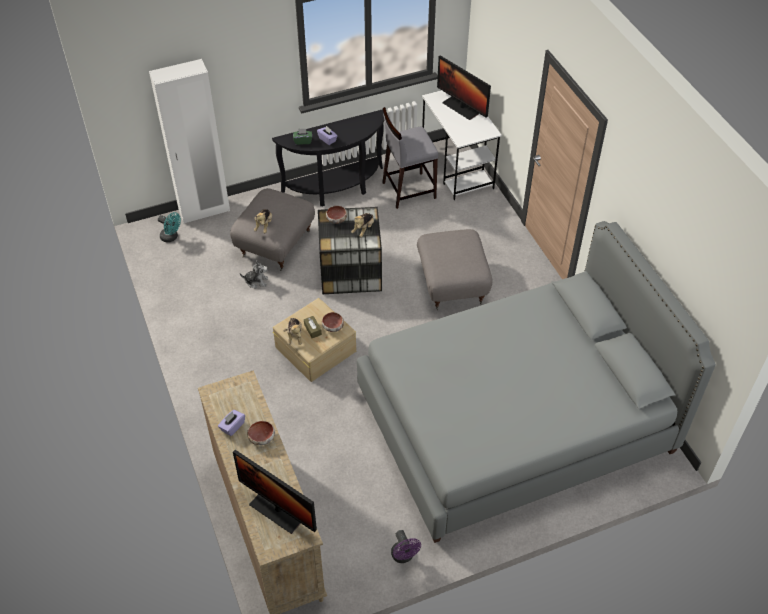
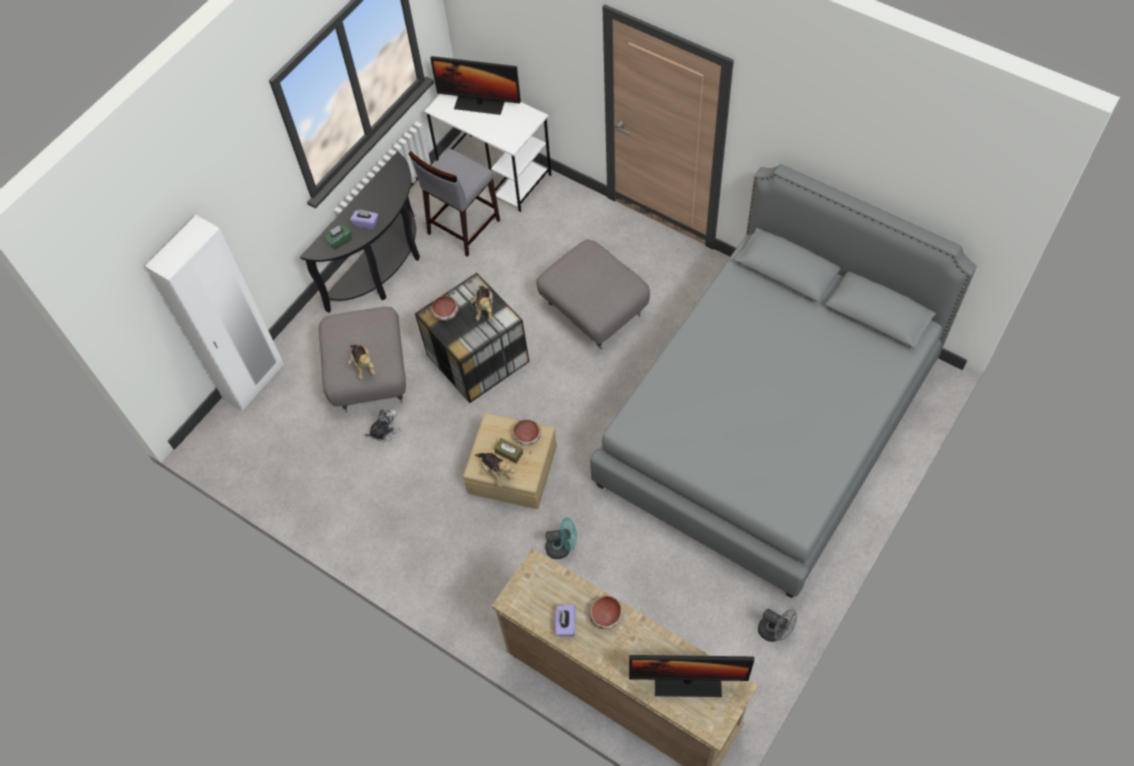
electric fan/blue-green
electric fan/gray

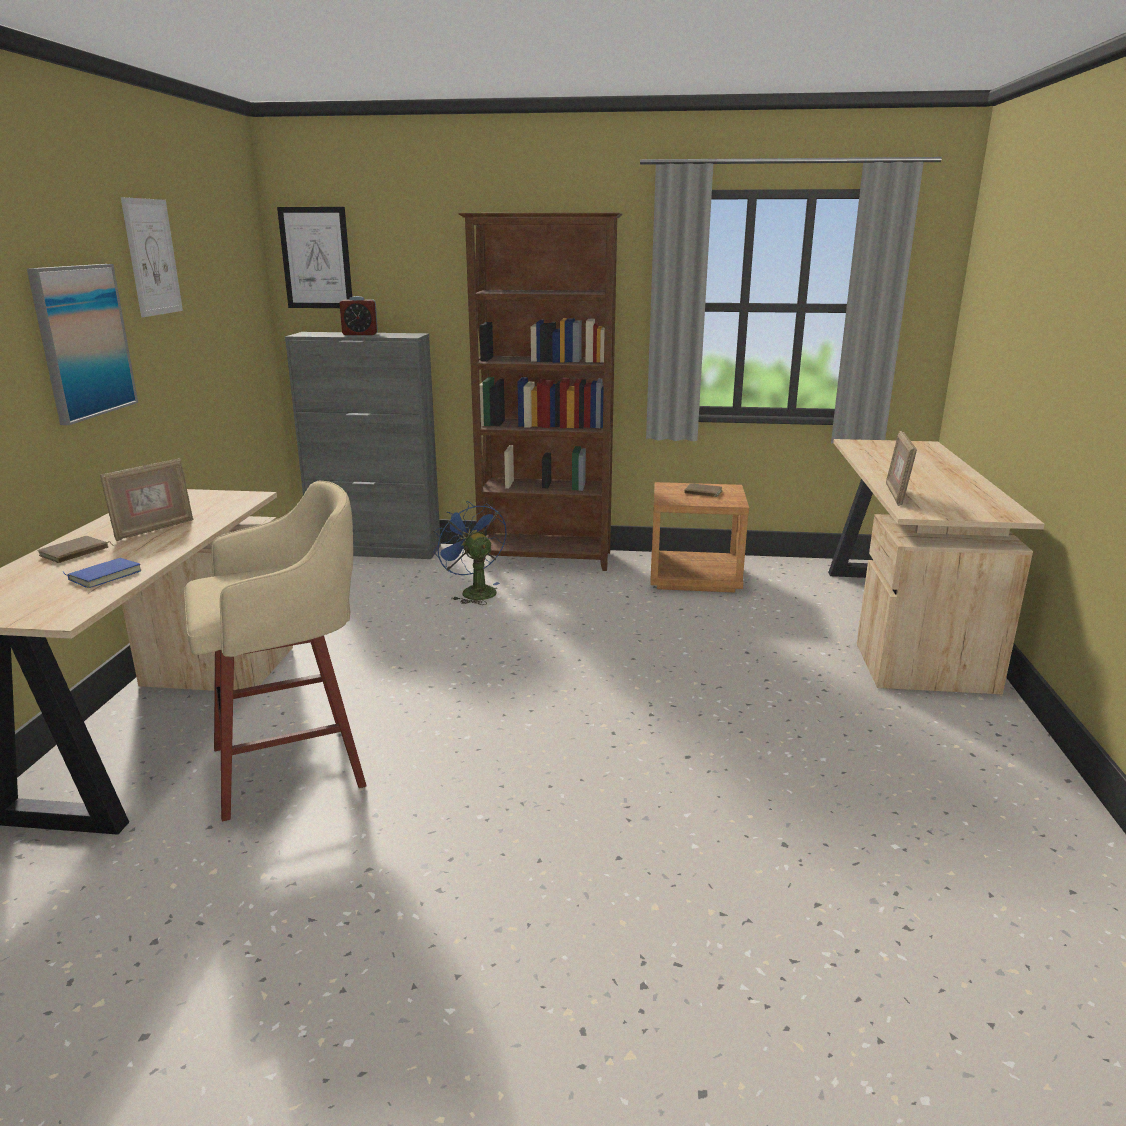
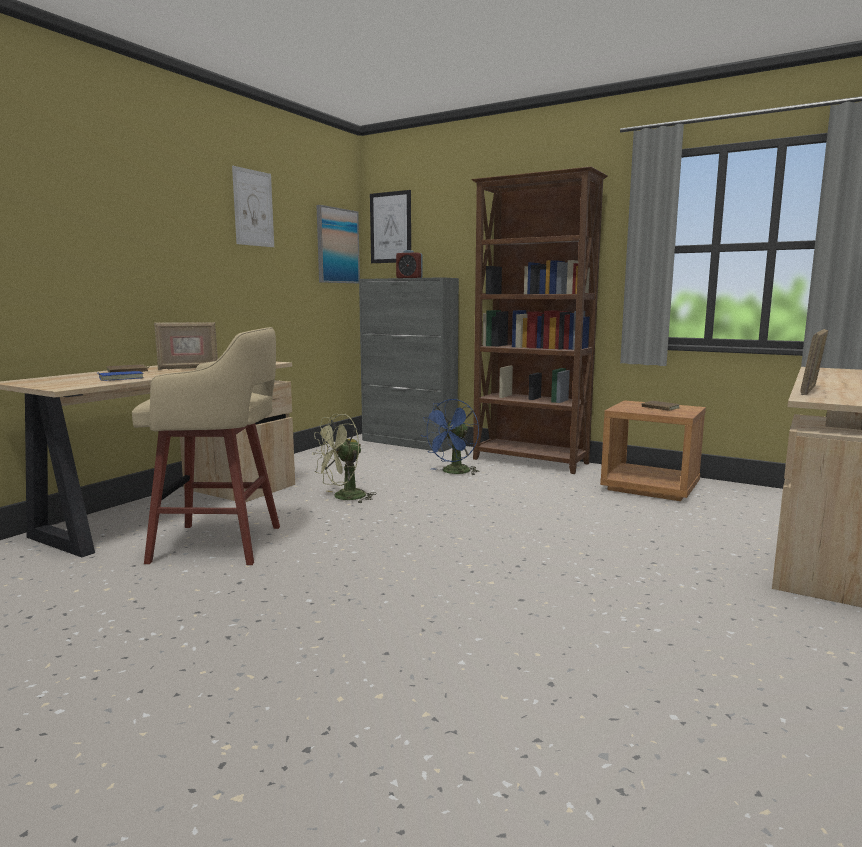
wall picture (no. 2 from left)
electric fan/blue
electric fan/greenish

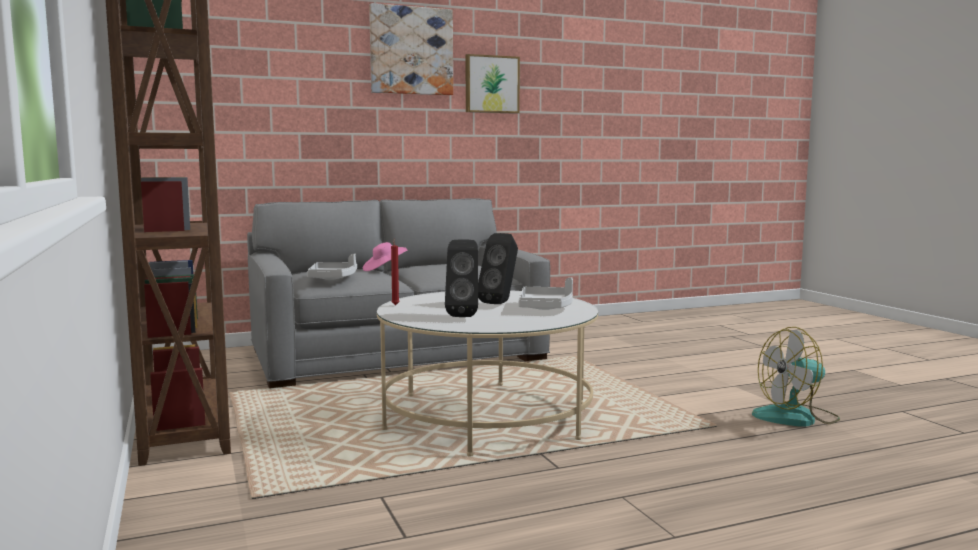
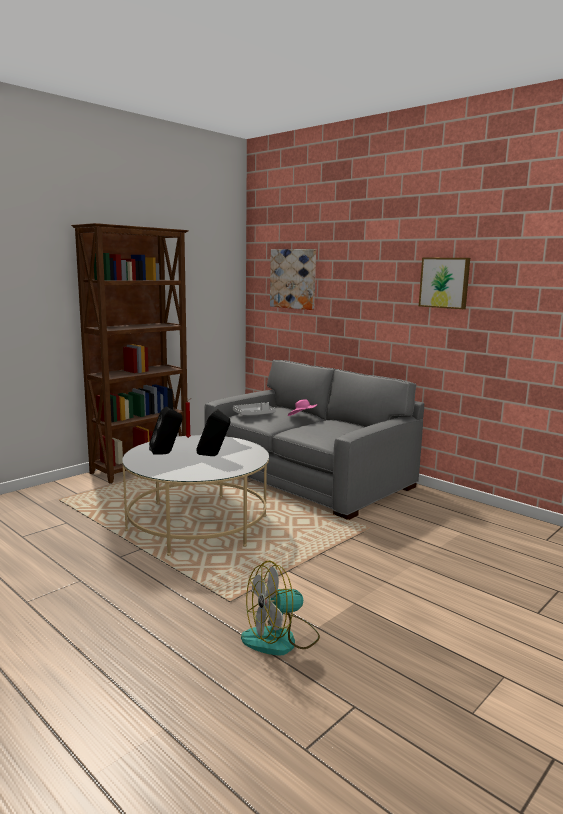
wall picture (no. 1 from left)
tray/gray (no. 2 from left in the first image)
electric fan

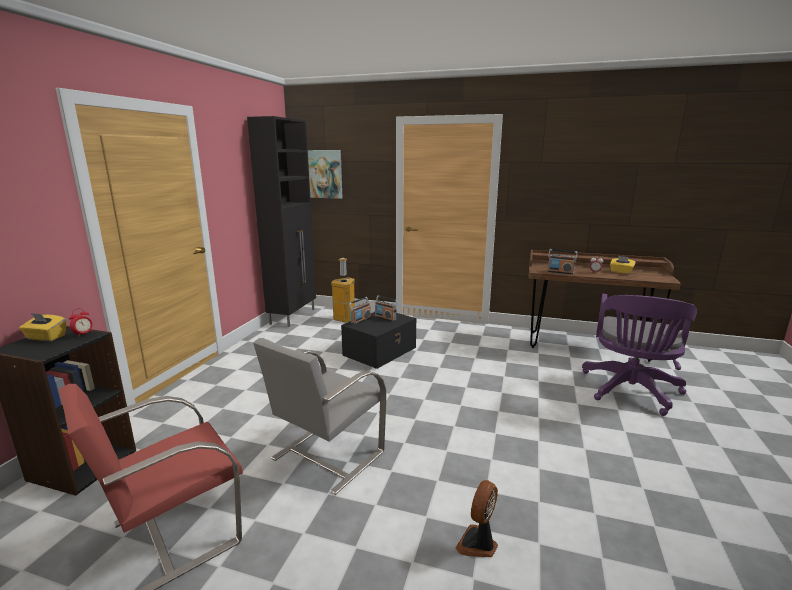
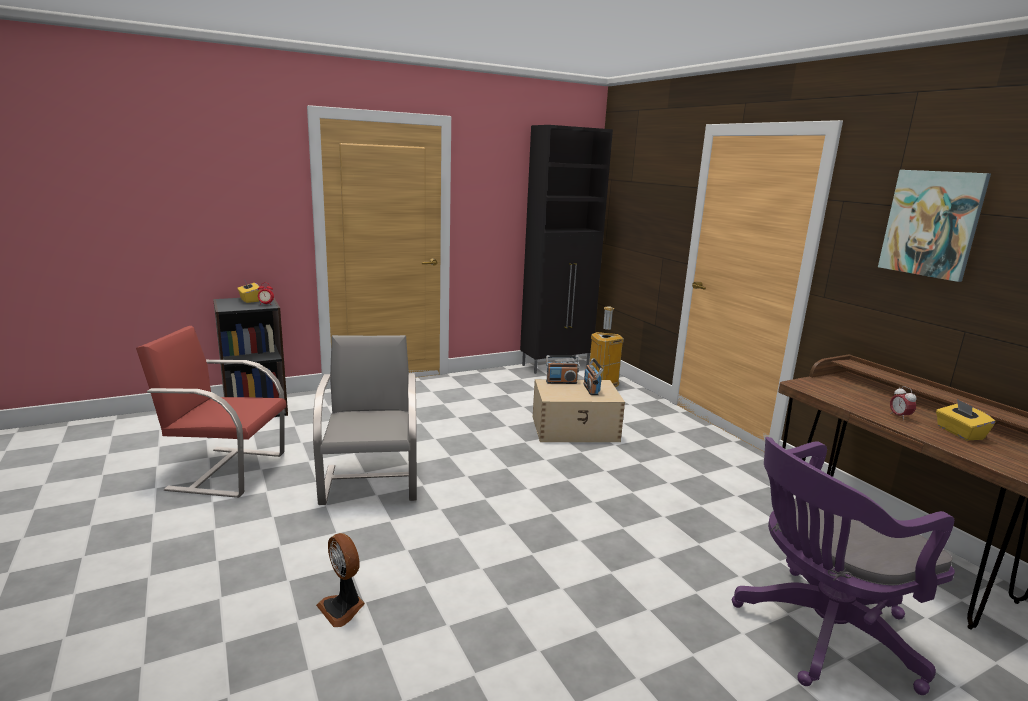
plain chair/gray
wall picture
storage bin/beige
electric fan
radio (no. 3 from left in the first image)

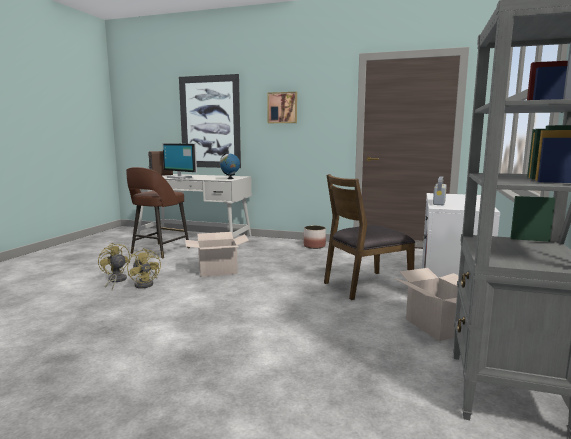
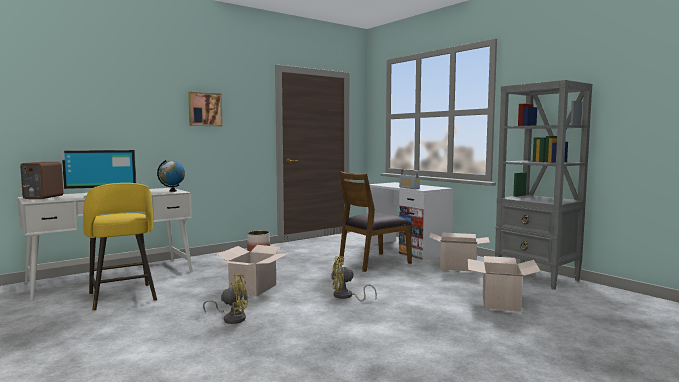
electric fan/yellowish (no. 2 from left)
sitting stool/yellowish
wall picture (no. 1 from left in the first image)
plain chair/brown
cardboard box (no. 3 from left)

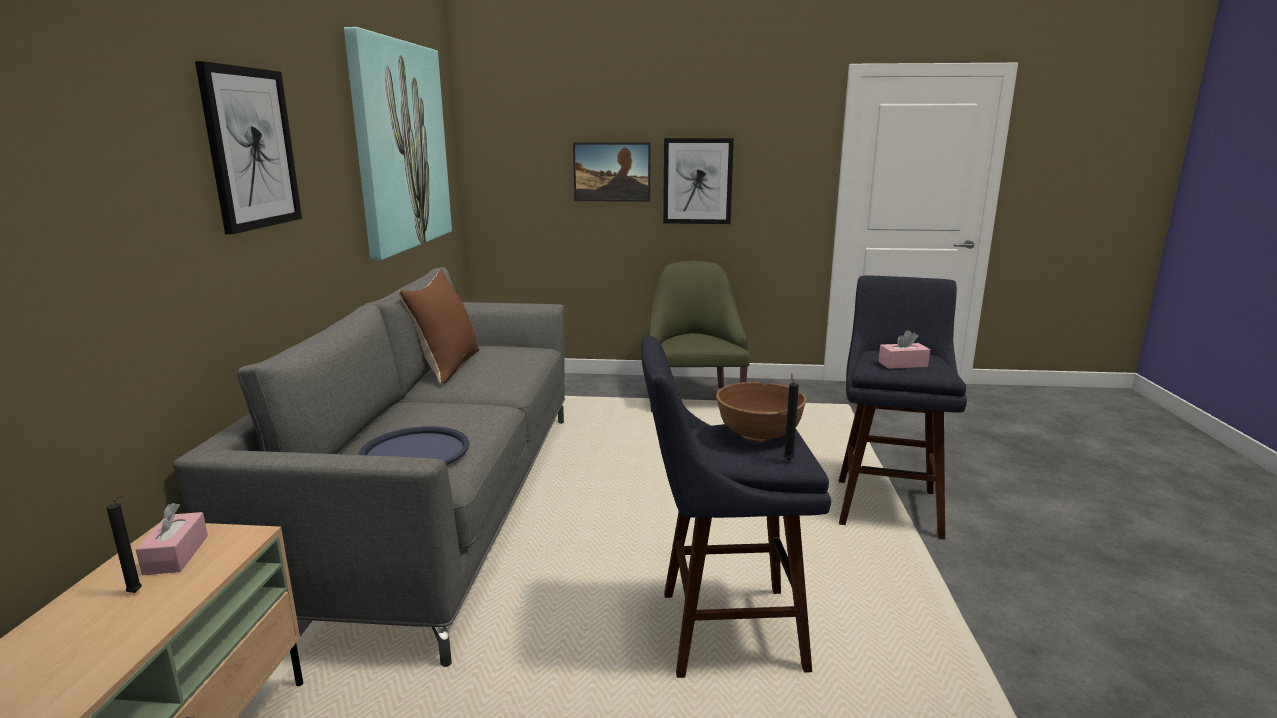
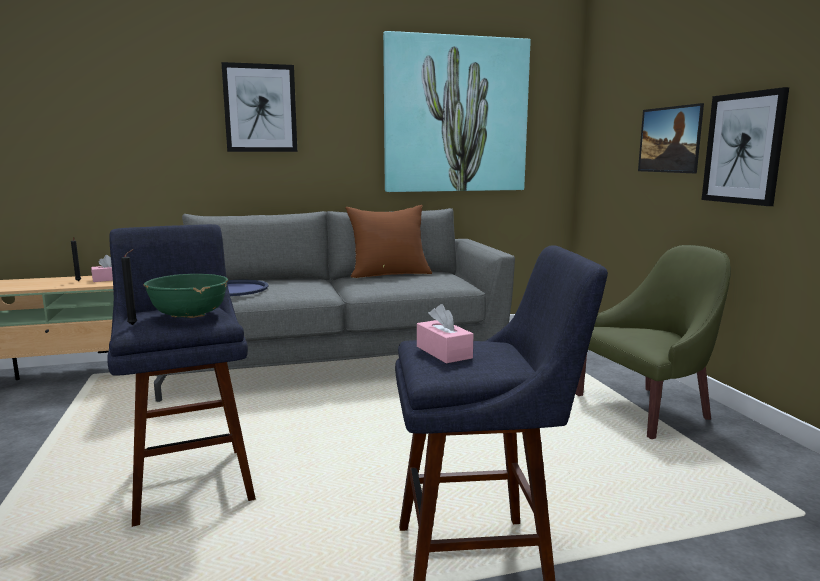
bowl/greenish

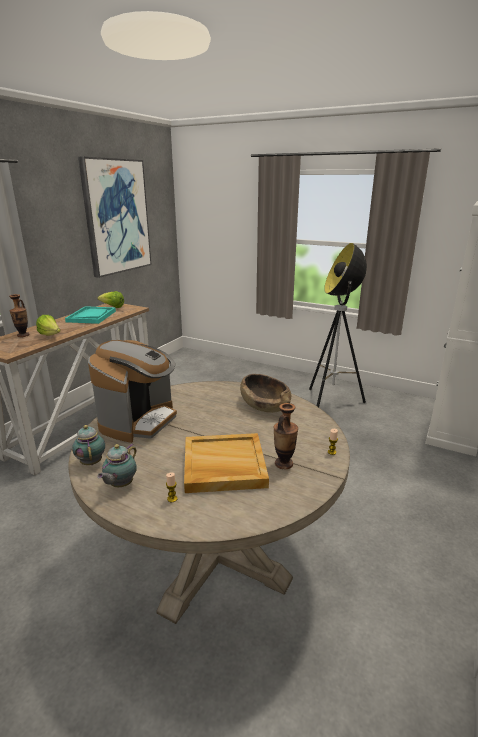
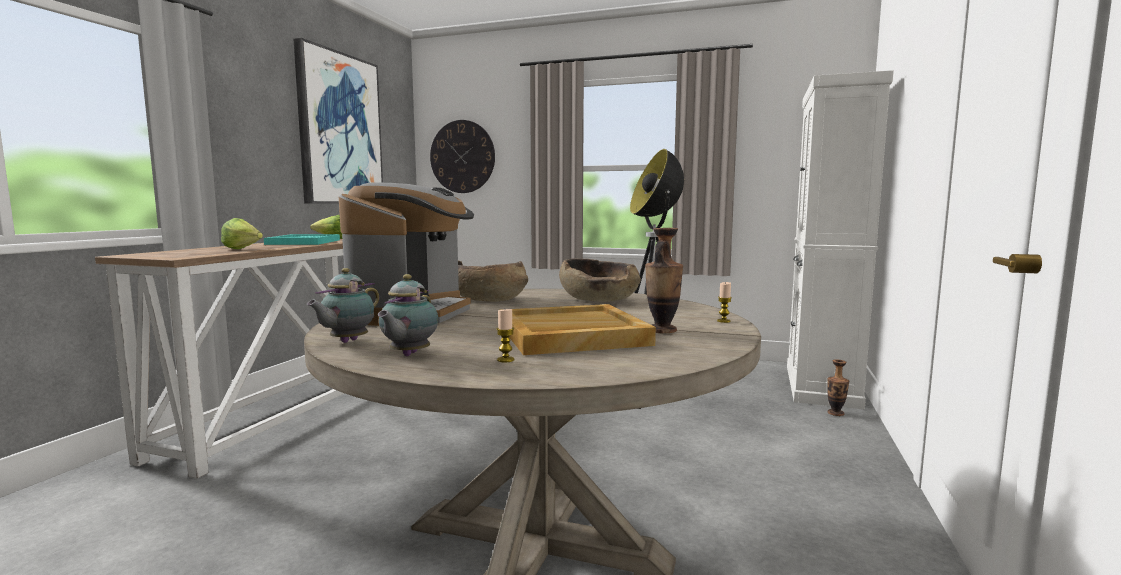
vase (no. 2 from left)
pot for tea (no. 1 from left)
wall clock
bowl/brown (no. 1 from left)

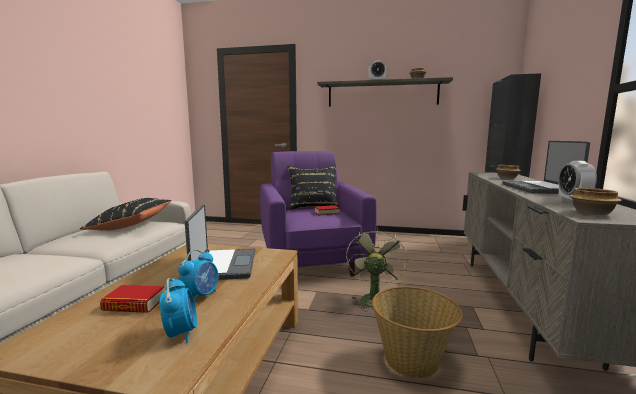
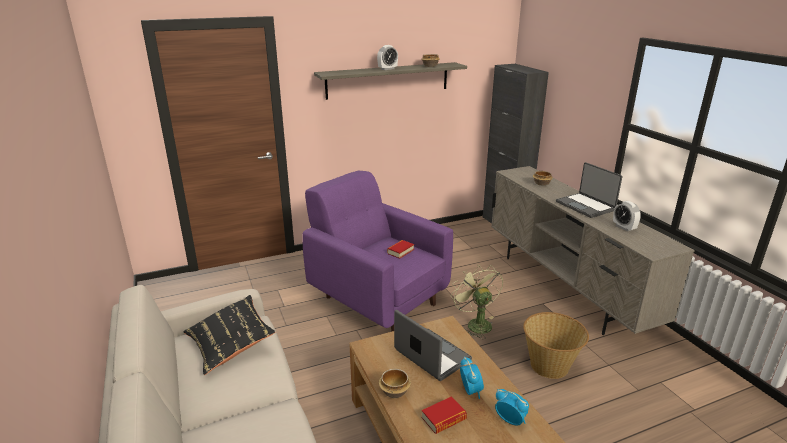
cushion/black (no. 2 from left in the first image)
bowl (no. 1 from left)

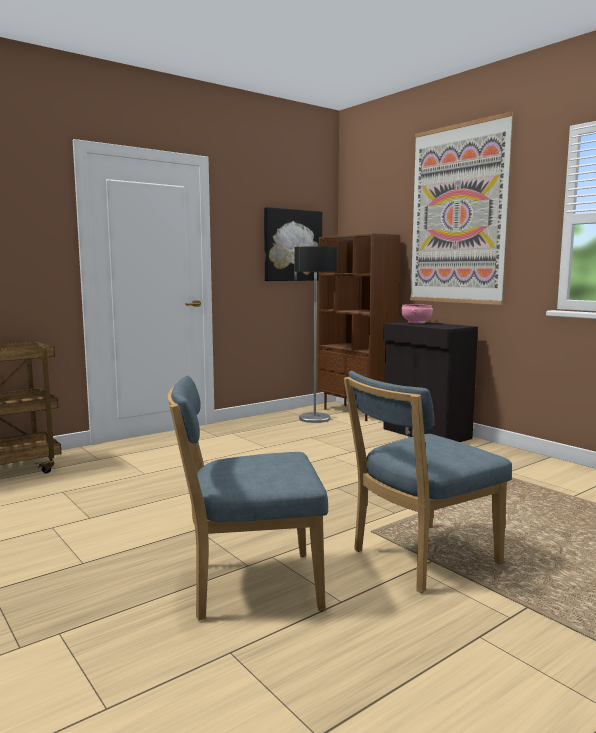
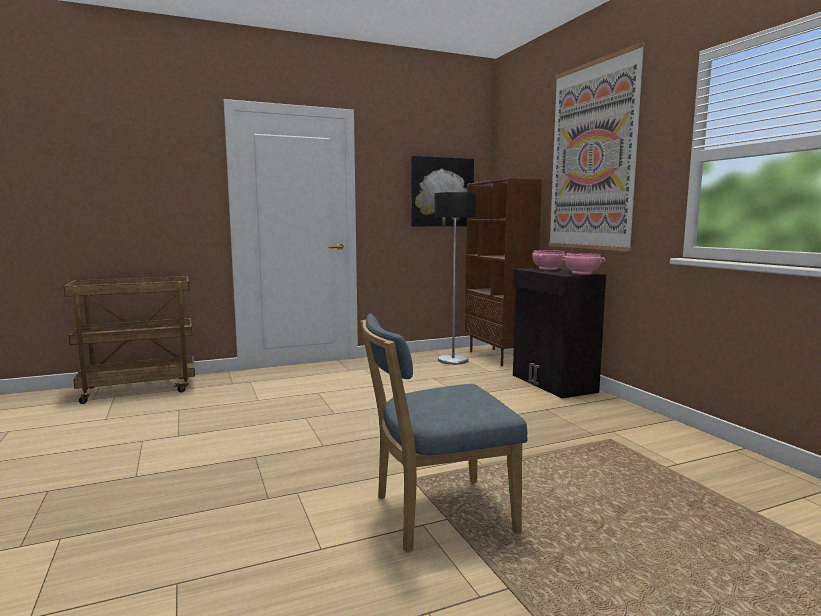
plain chair/blue (no. 1 from left in the first image)
bowl/pink (no. 2 from left)

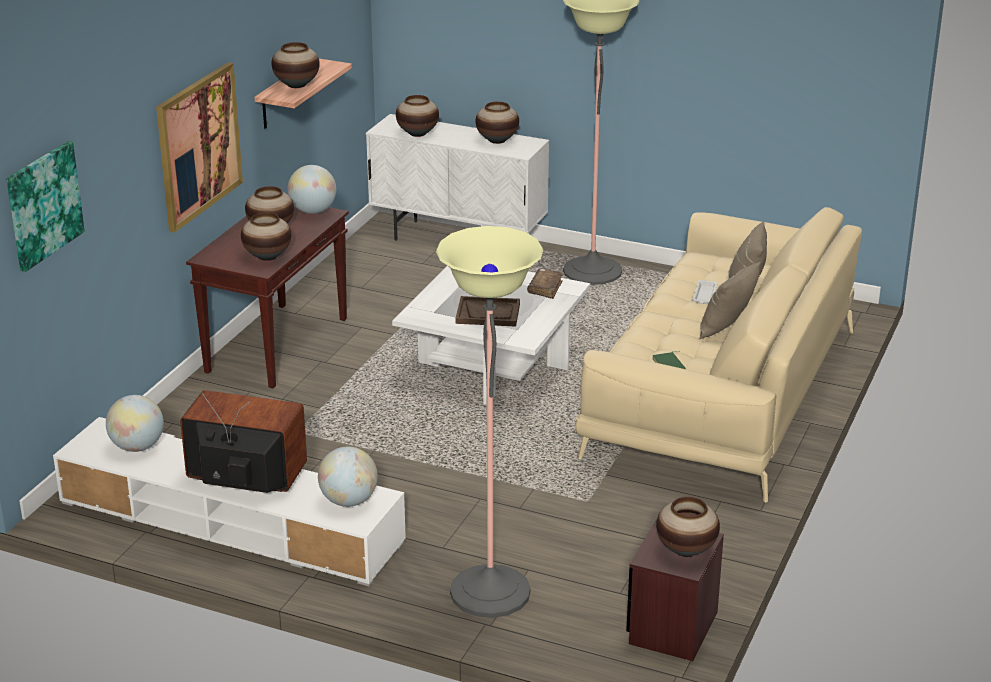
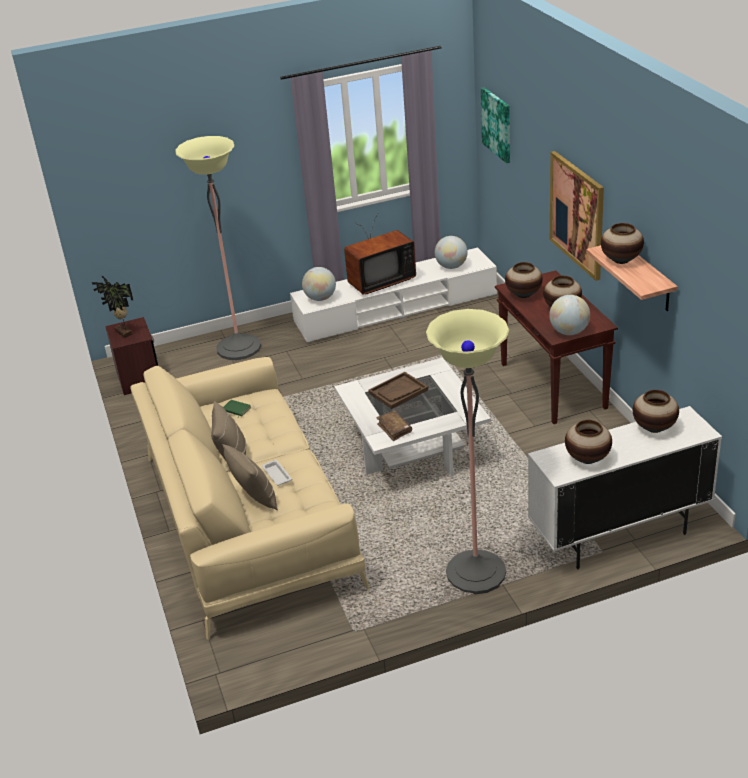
houseplant

